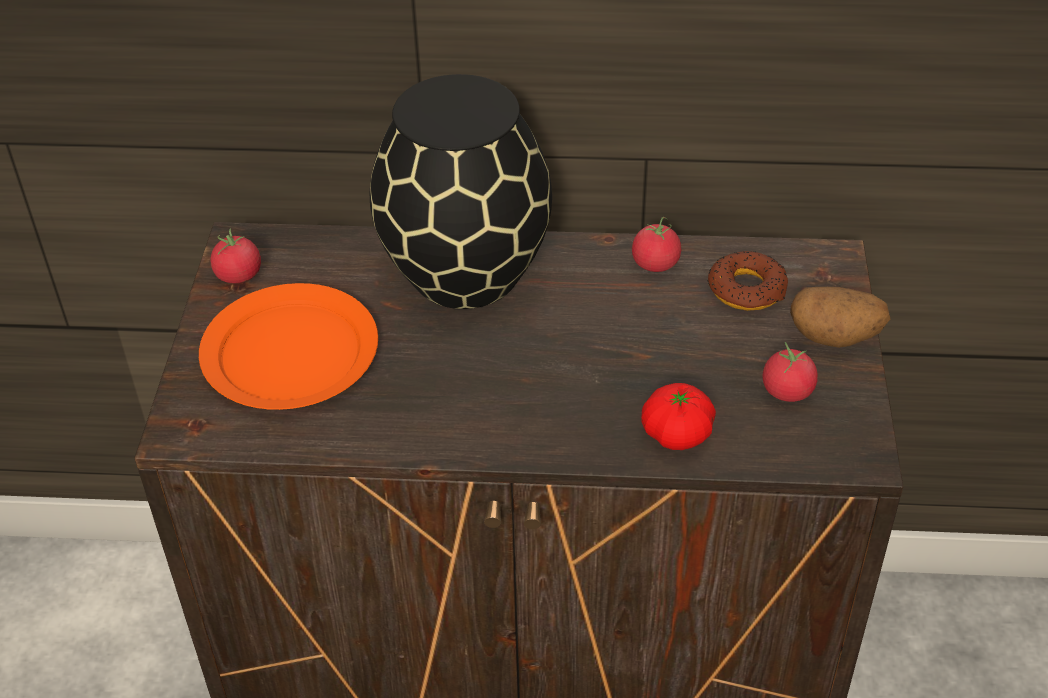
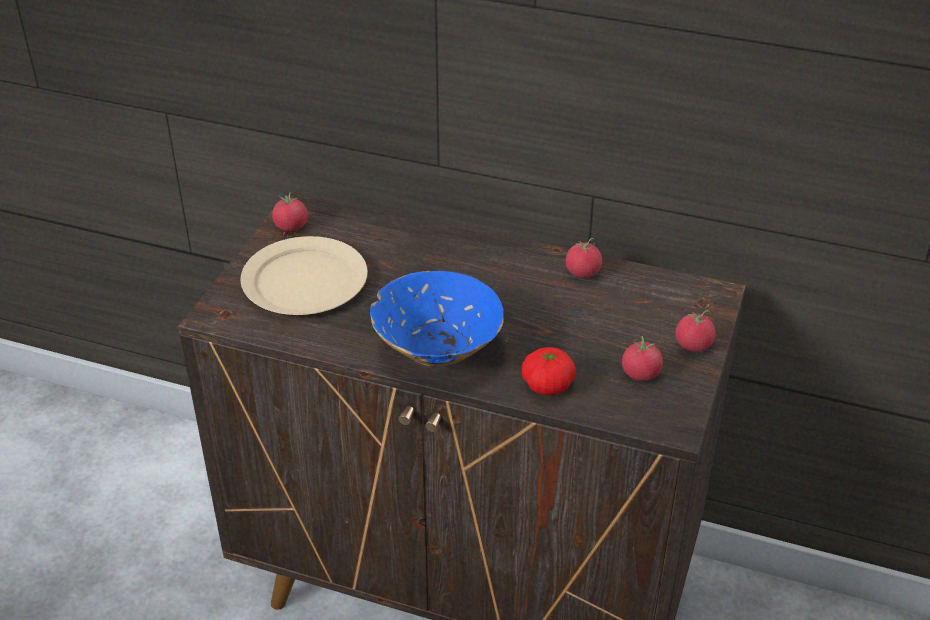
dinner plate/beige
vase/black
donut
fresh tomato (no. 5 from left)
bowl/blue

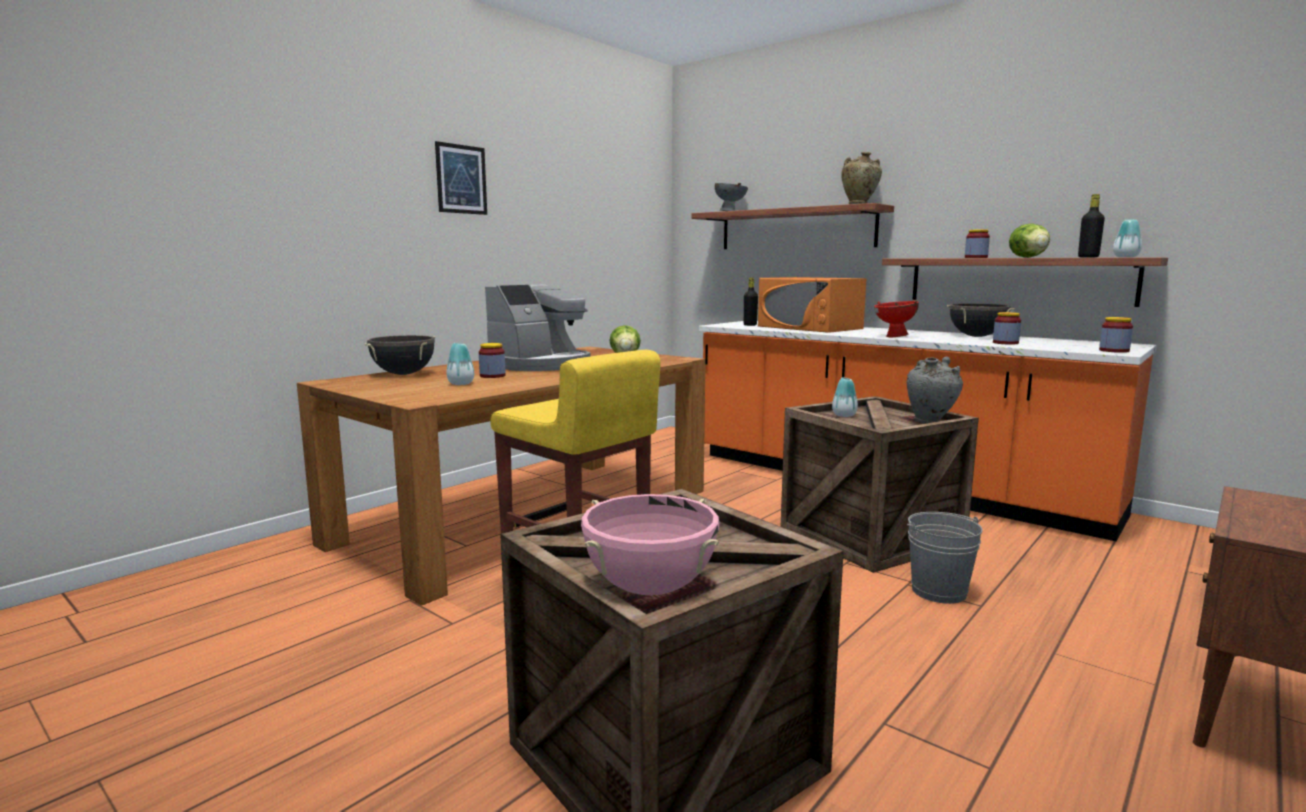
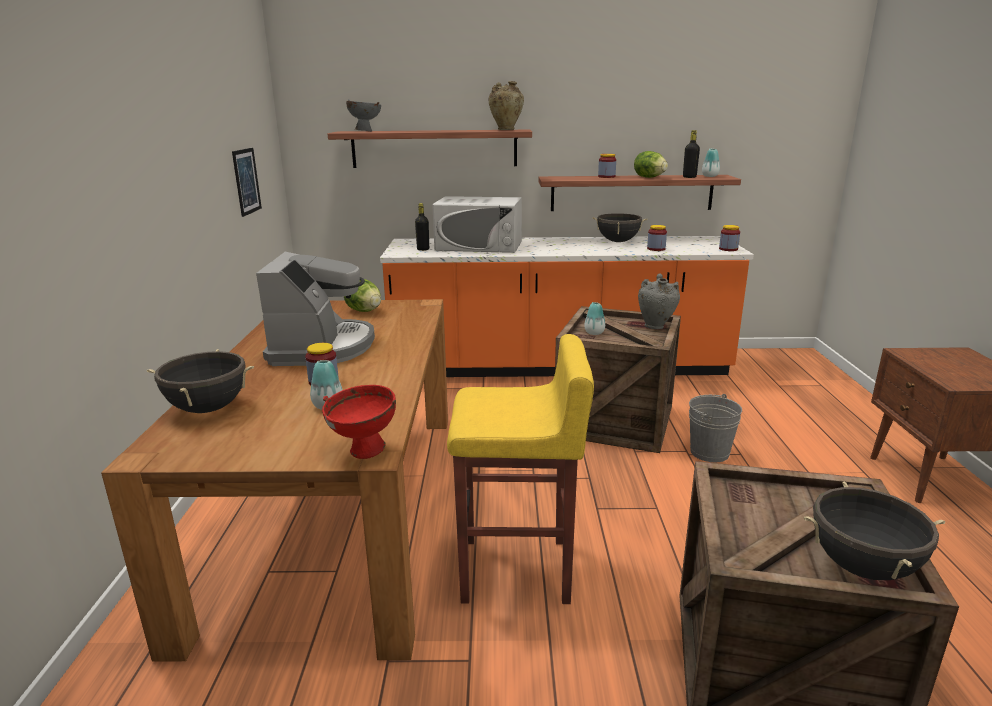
wall picture
saucepot/black (no. 3 from left)
microwave/white
bowl/red

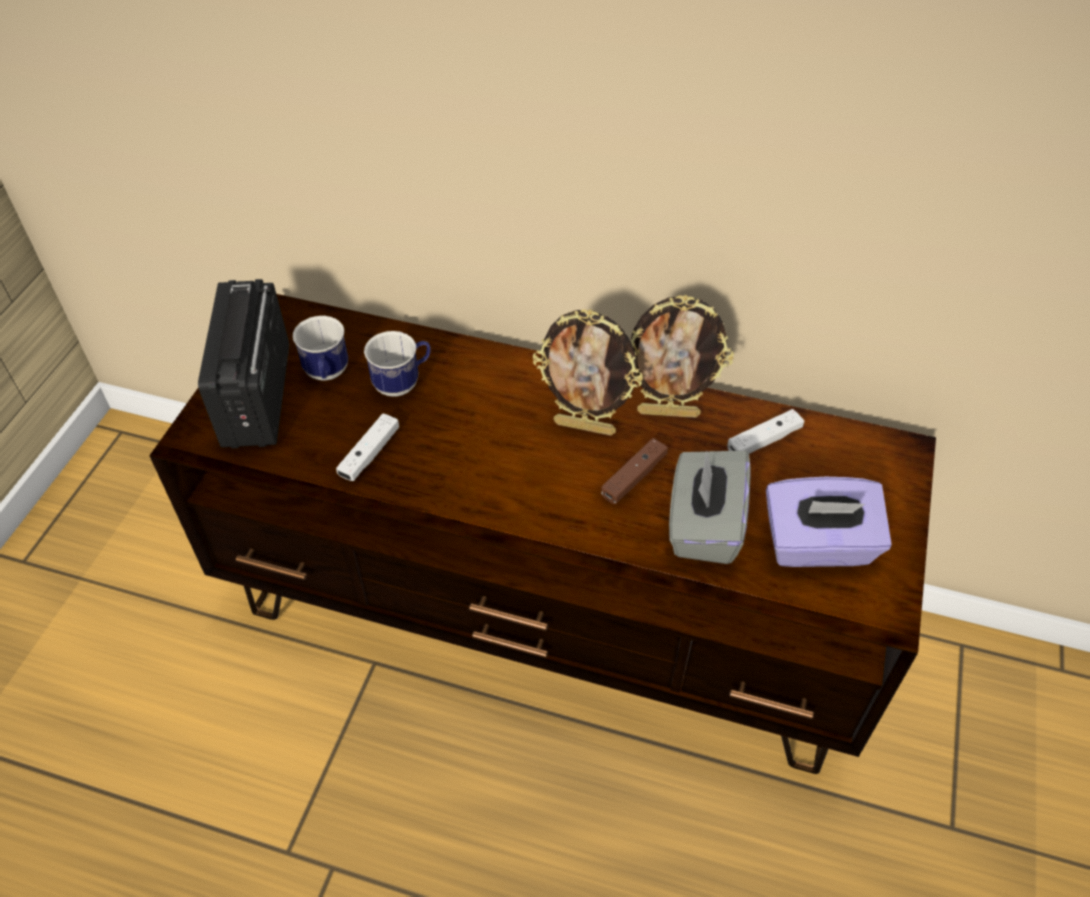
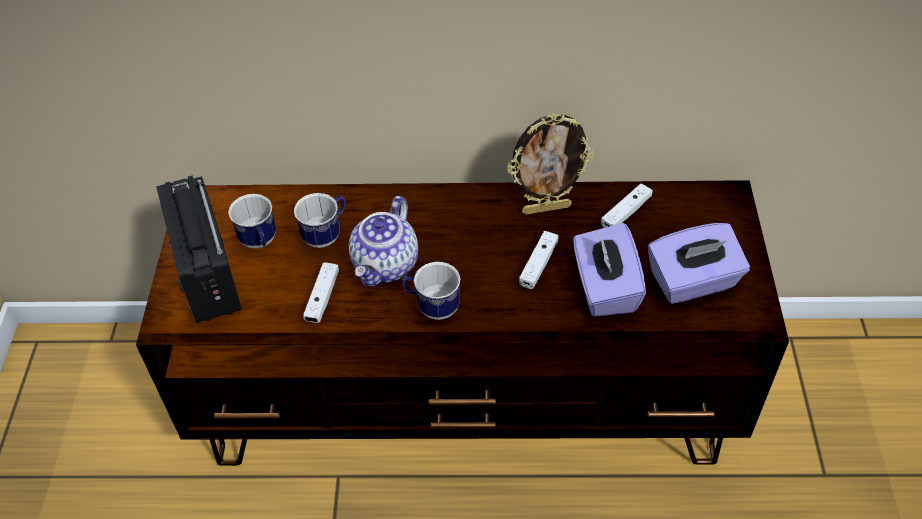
photo frame (no. 1 from left in the first image)
gamepad/white (no. 2 from left)
box of tissues/purple (no. 1 from left)
pot for tea
tea mug (no. 3 from left)

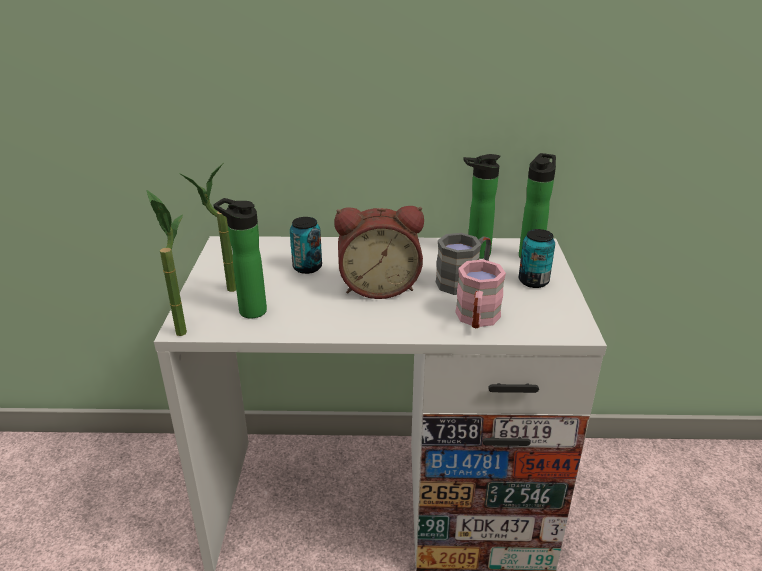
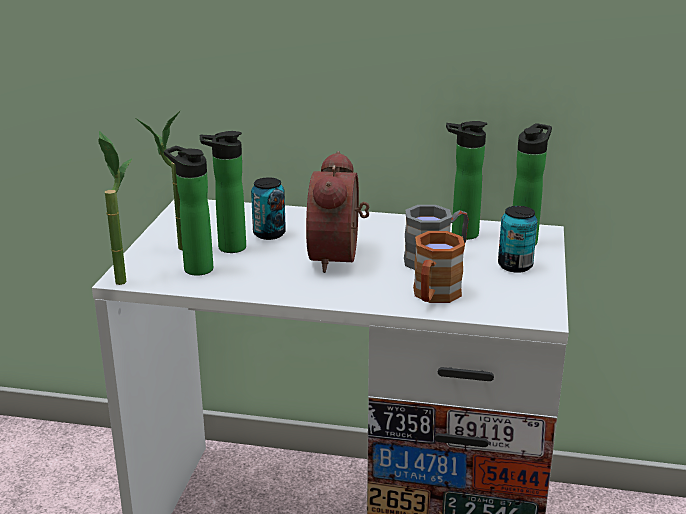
table clock
tea mug/brown
drink bottle (no. 2 from left)

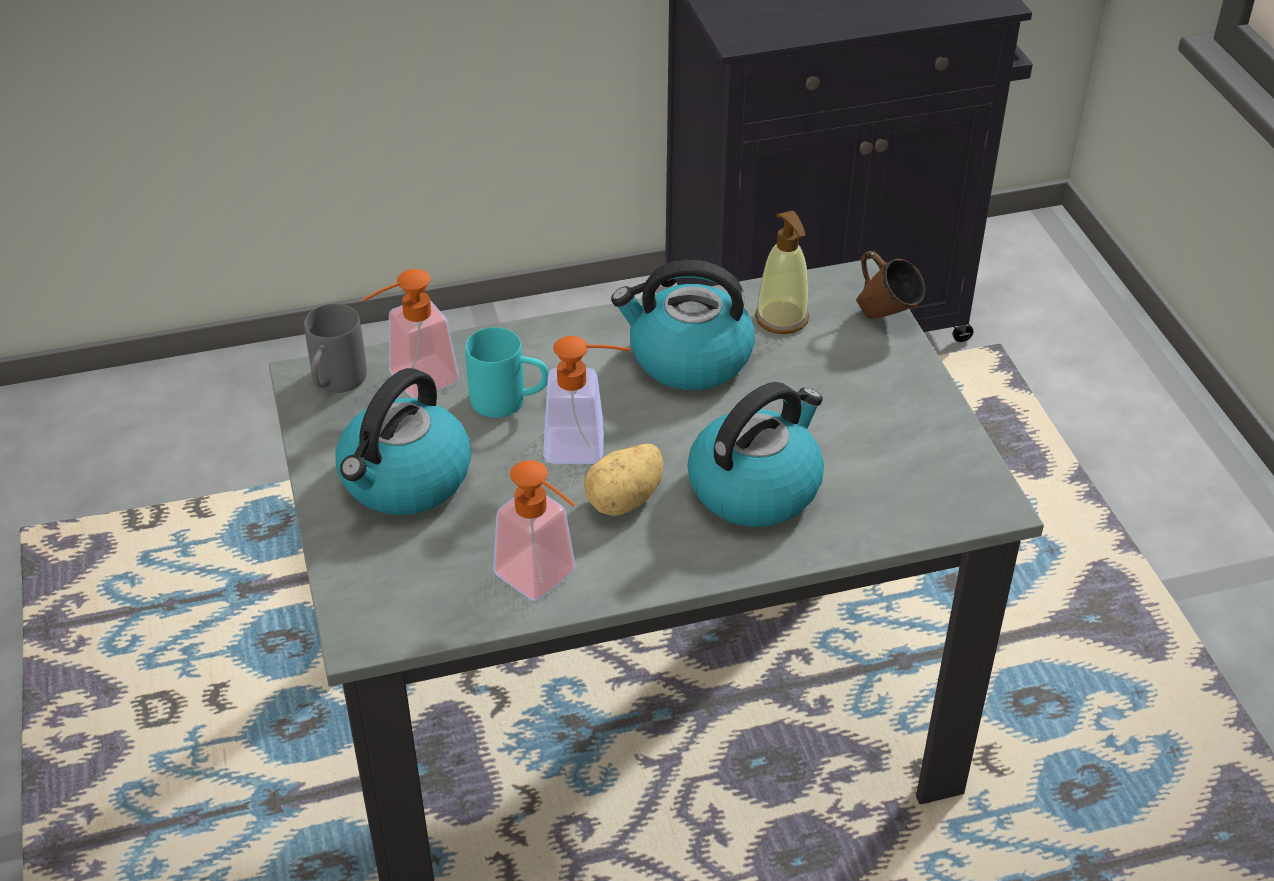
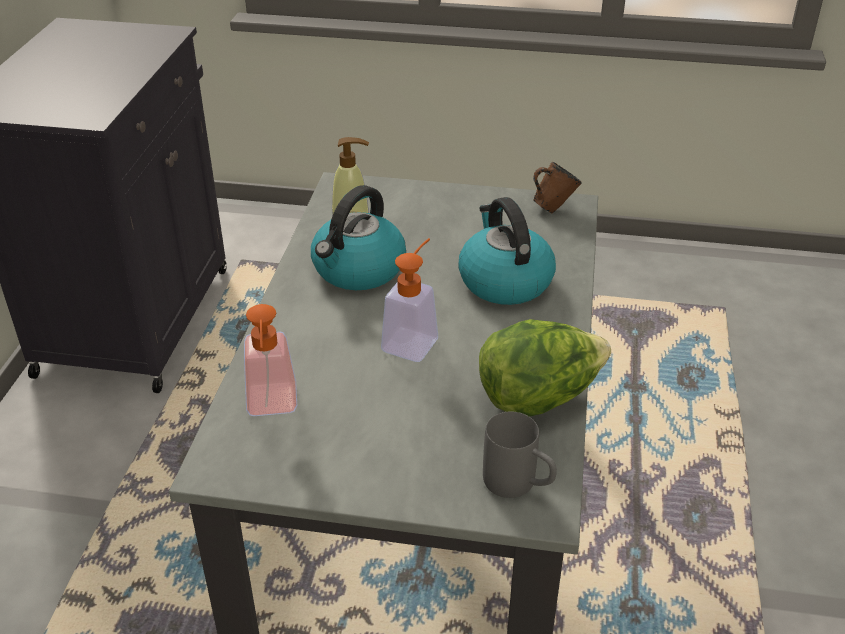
tea mug/gray
water kettle (no. 1 from left in the first image)
tea mug/blue-green
head of lettuce
spud
tea mug/brown

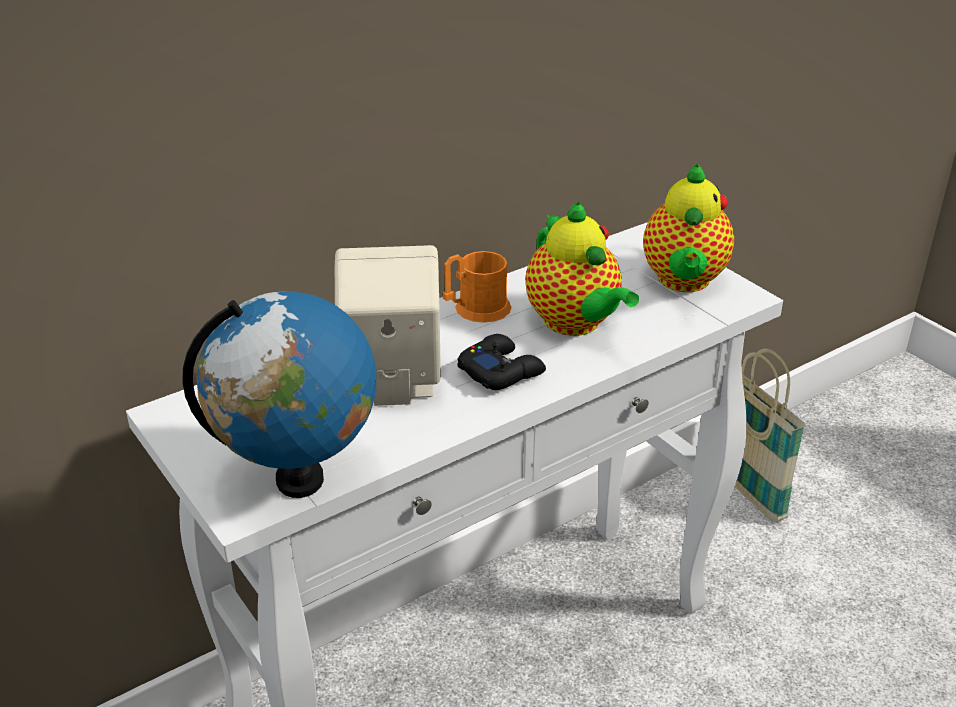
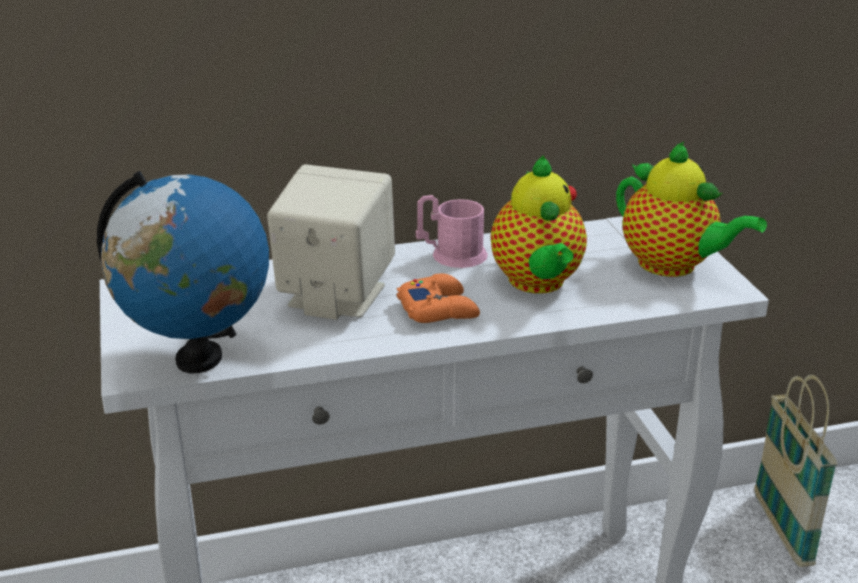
tea mug/pink
gamepad/orange
pot for tea (no. 2 from left)

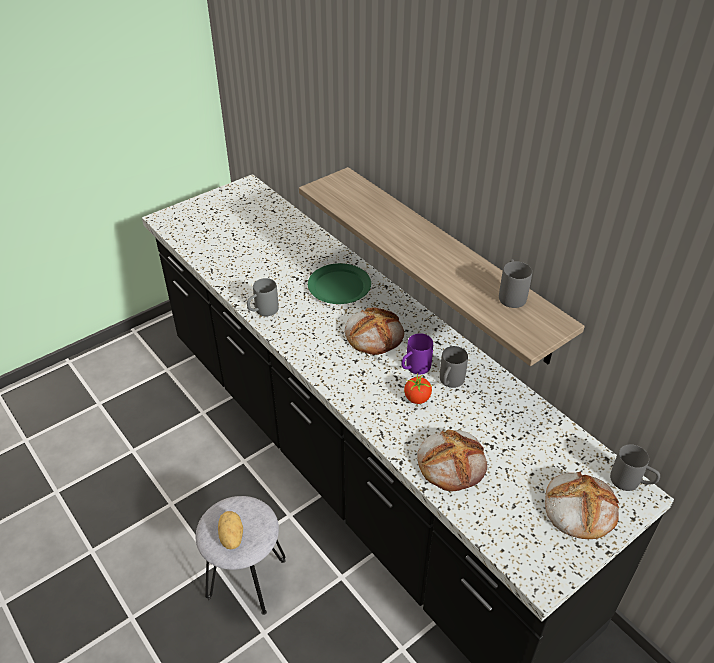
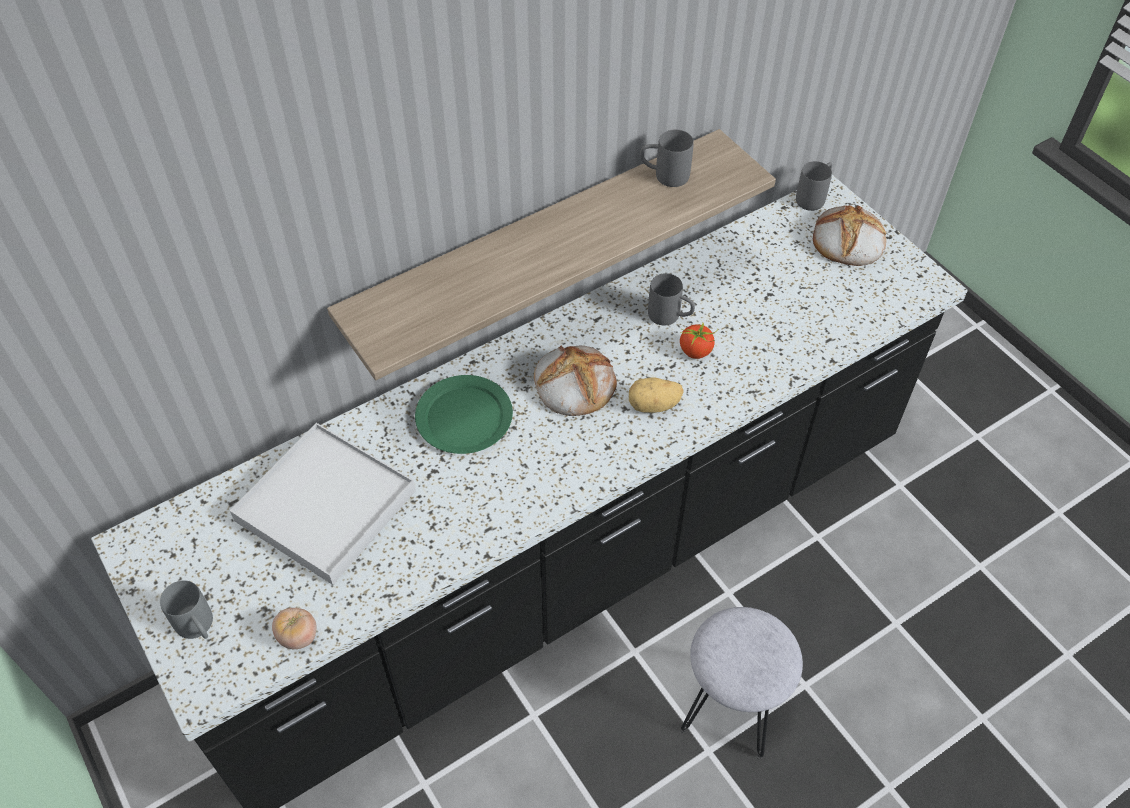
spud
tea mug/gray (no. 1 from left)
tea mug/purple
bread (no. 2 from left in the first image)
tray/white
fresh tomato (no. 1 from left)

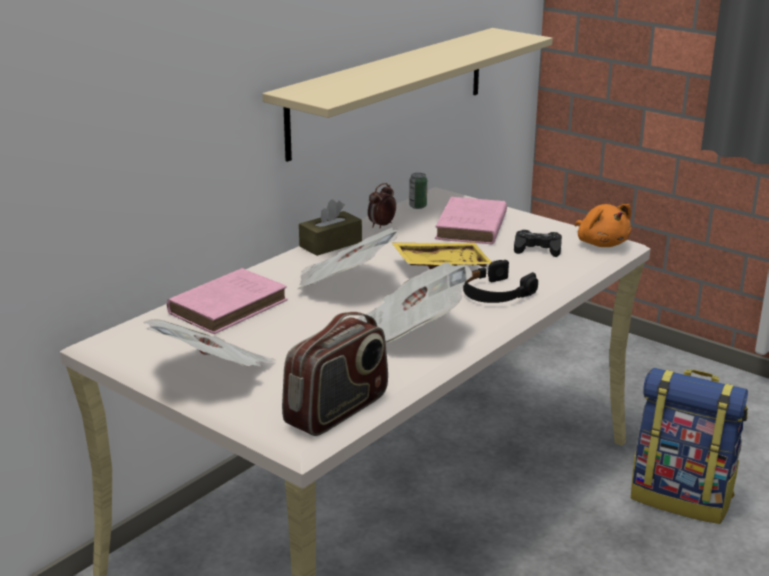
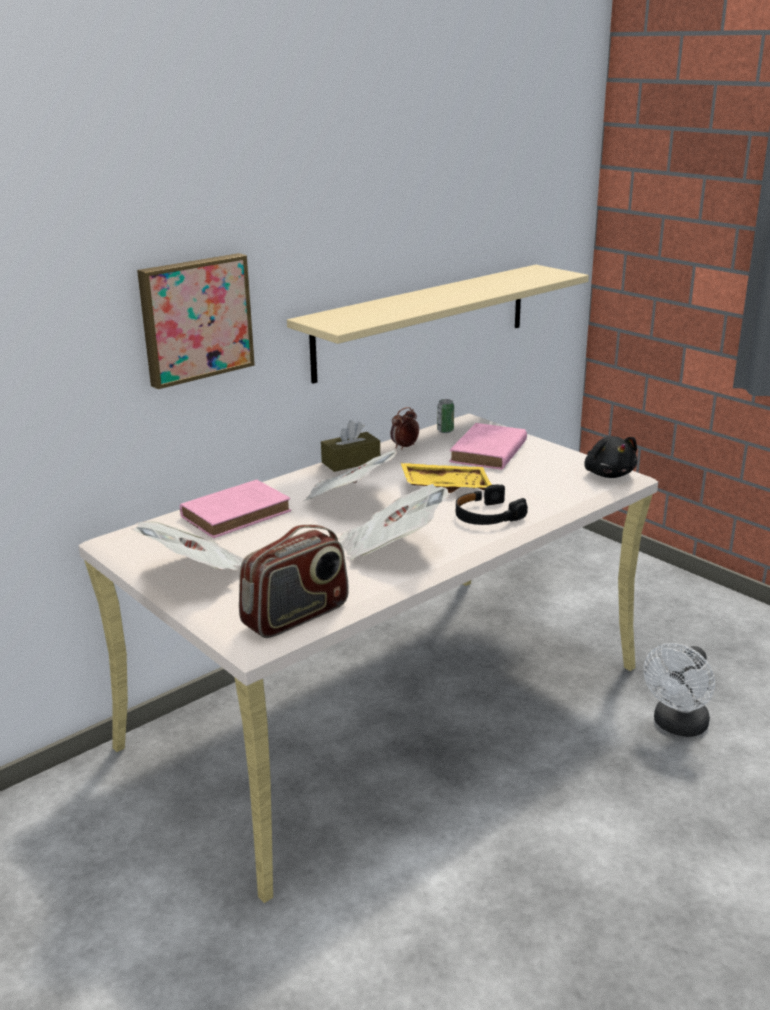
gamepad/black
soft toy/black
electric fan/white
wall picture

